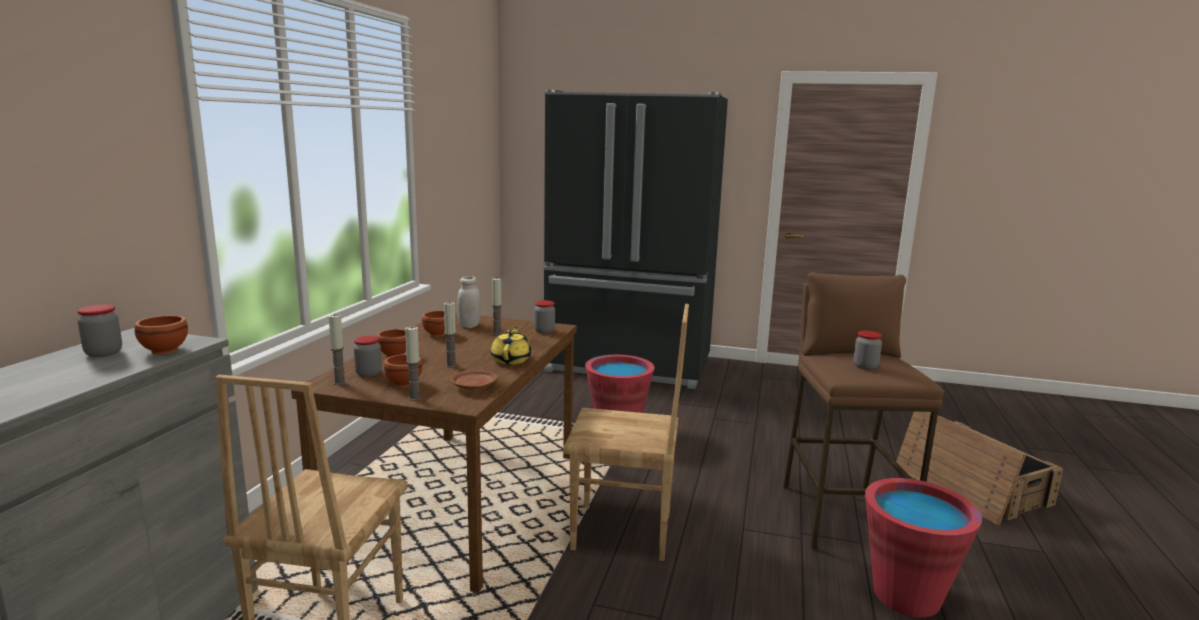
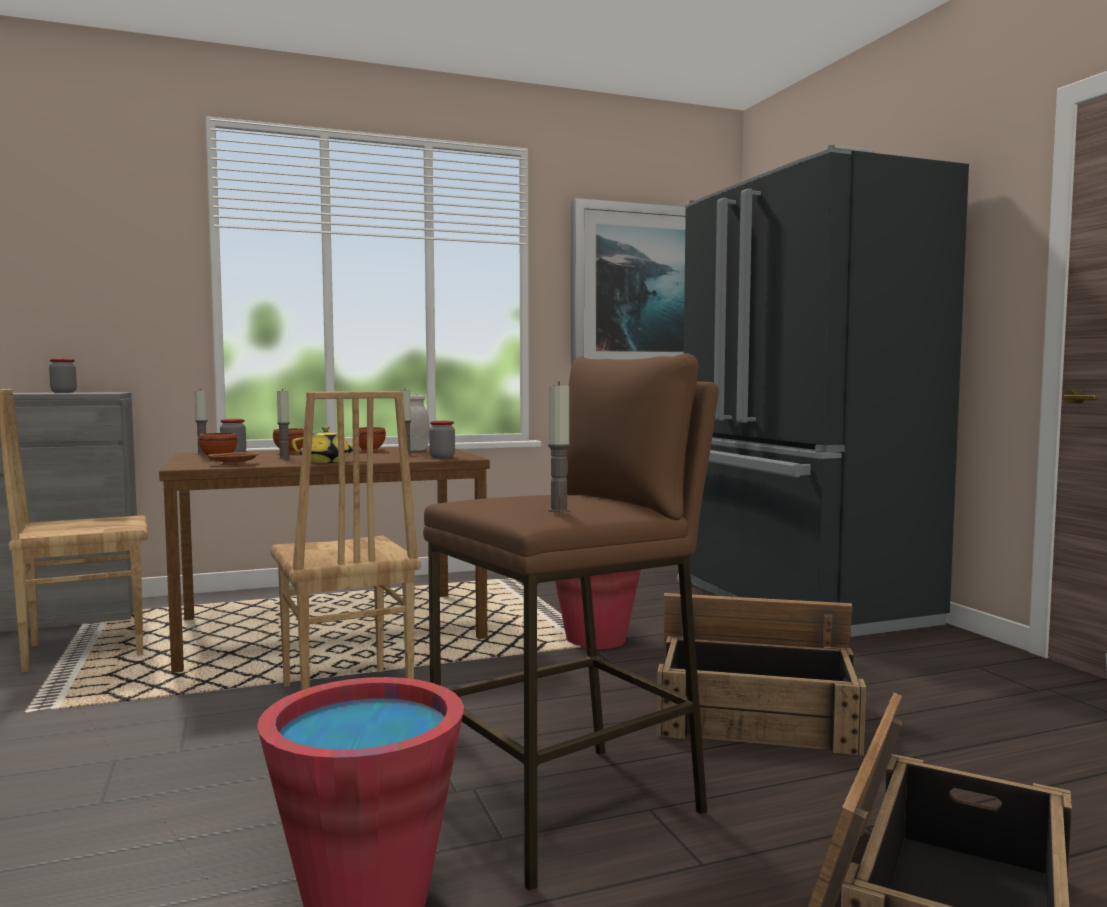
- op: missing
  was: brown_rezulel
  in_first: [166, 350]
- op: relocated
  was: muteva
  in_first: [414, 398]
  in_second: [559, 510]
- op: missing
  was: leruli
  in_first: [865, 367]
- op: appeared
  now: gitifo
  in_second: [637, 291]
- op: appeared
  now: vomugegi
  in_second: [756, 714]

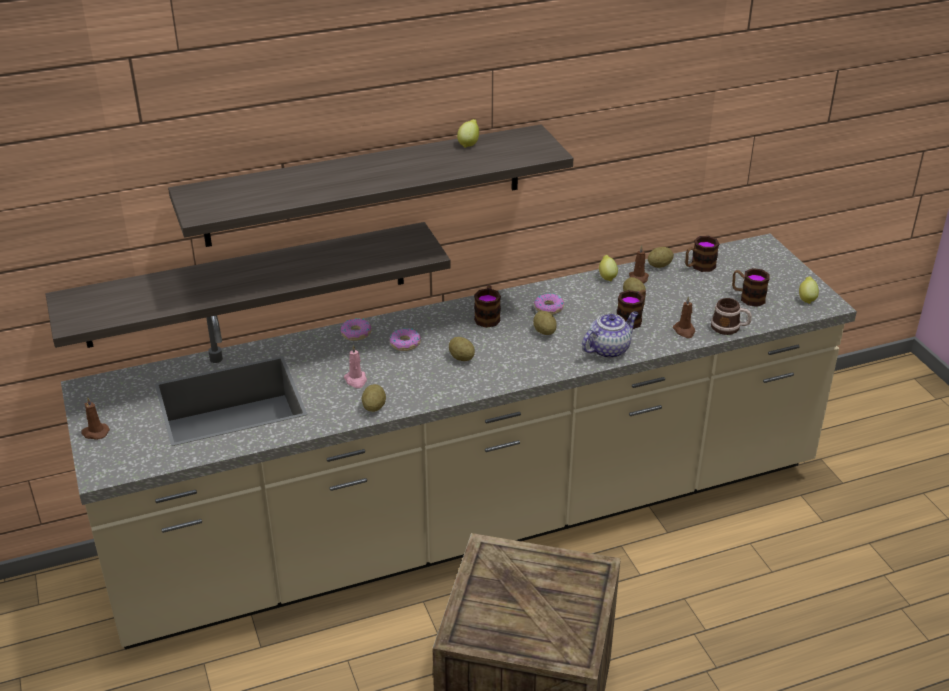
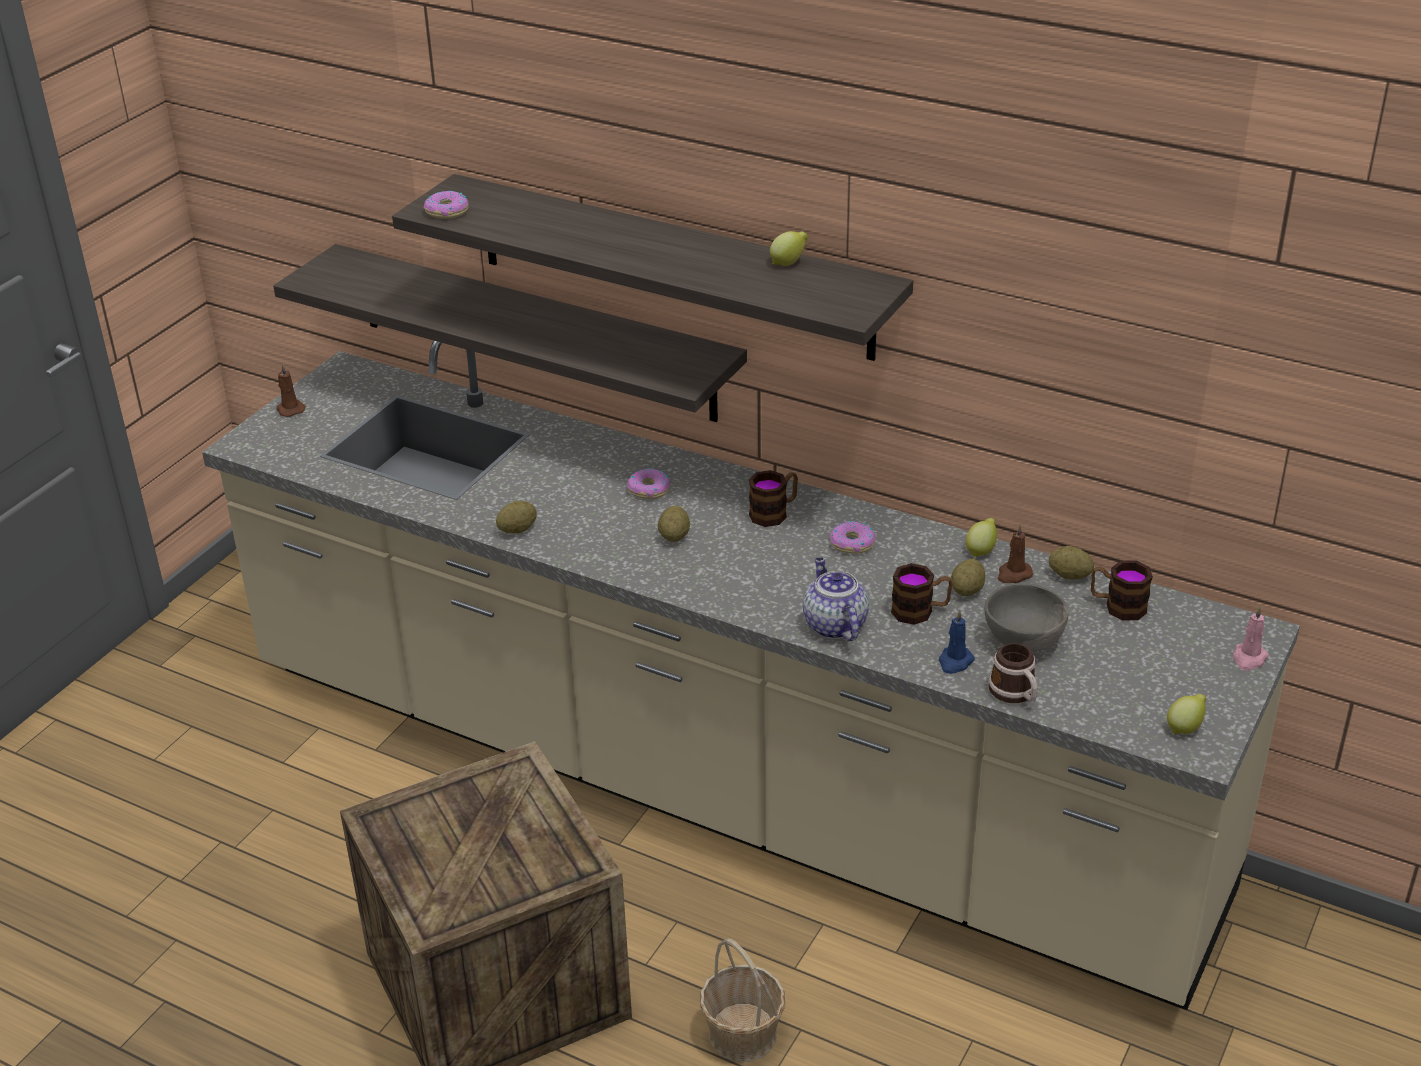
- op: missing
  was: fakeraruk
  in_first: [747, 297]
- op: colour
  was: brown_muteva
  now: blue_muteva
  in_first: [684, 331]
  in_second: [955, 662]
- op: missing
  was: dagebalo
  in_first: [544, 332]
- op: spun
  was: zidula
  in_first: [609, 349]
  in_second: [833, 624]
  clockwise: -120
- op: relocated
  was: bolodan
  in_first: [356, 333]
  in_second: [447, 211]
- op: relocated
  was: pink_muteva
  in_first: [356, 380]
  in_second: [1249, 658]
- op: appeared
  now: grey_rezulel
  in_second: [1023, 642]
- op: appeared
  now: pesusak
  in_second: [742, 1034]

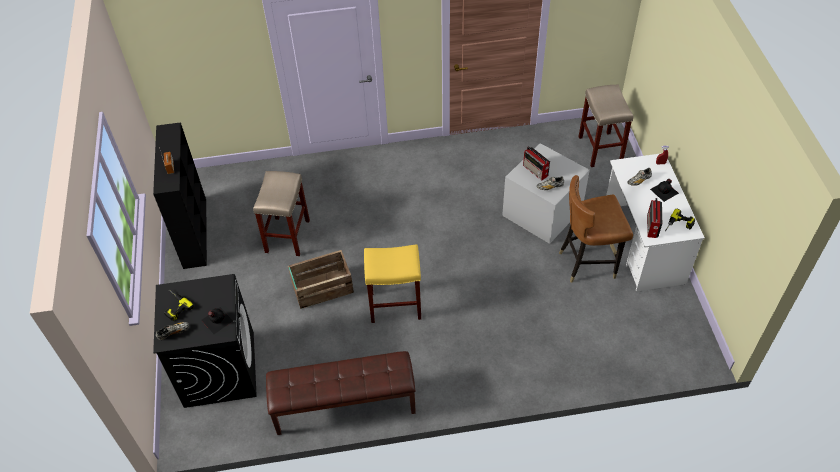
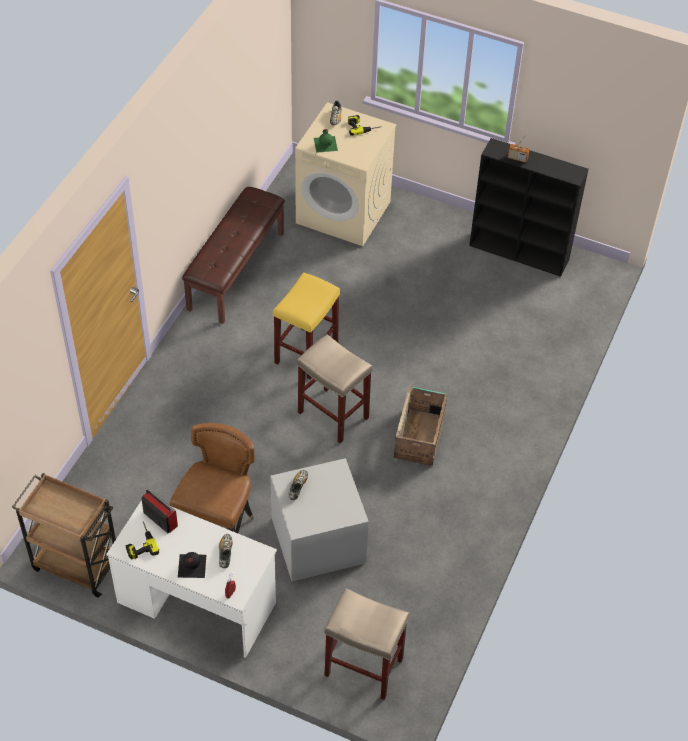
- op: missing
  was: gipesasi
  in_first: [536, 171]
- op: relocated
  was: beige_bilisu
  in_first: [287, 237]
  in_second: [332, 415]
- op: relocated
  was: vomugegi
  in_first: [321, 288]
  in_second: [420, 435]
- op: colour
  was: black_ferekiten
  now: beige_ferekiten
  in_first: [219, 368]
  in_second: [344, 212]
- op: colour
  was: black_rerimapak
  now: green_rerimapak
  in_first: [216, 320]
  in_second: [326, 144]
- op: appeared
  now: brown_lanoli
  in_second: [76, 564]

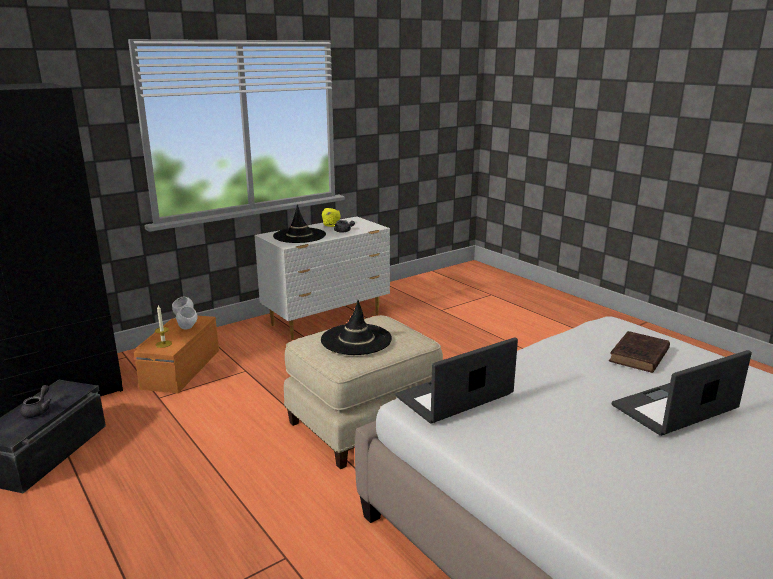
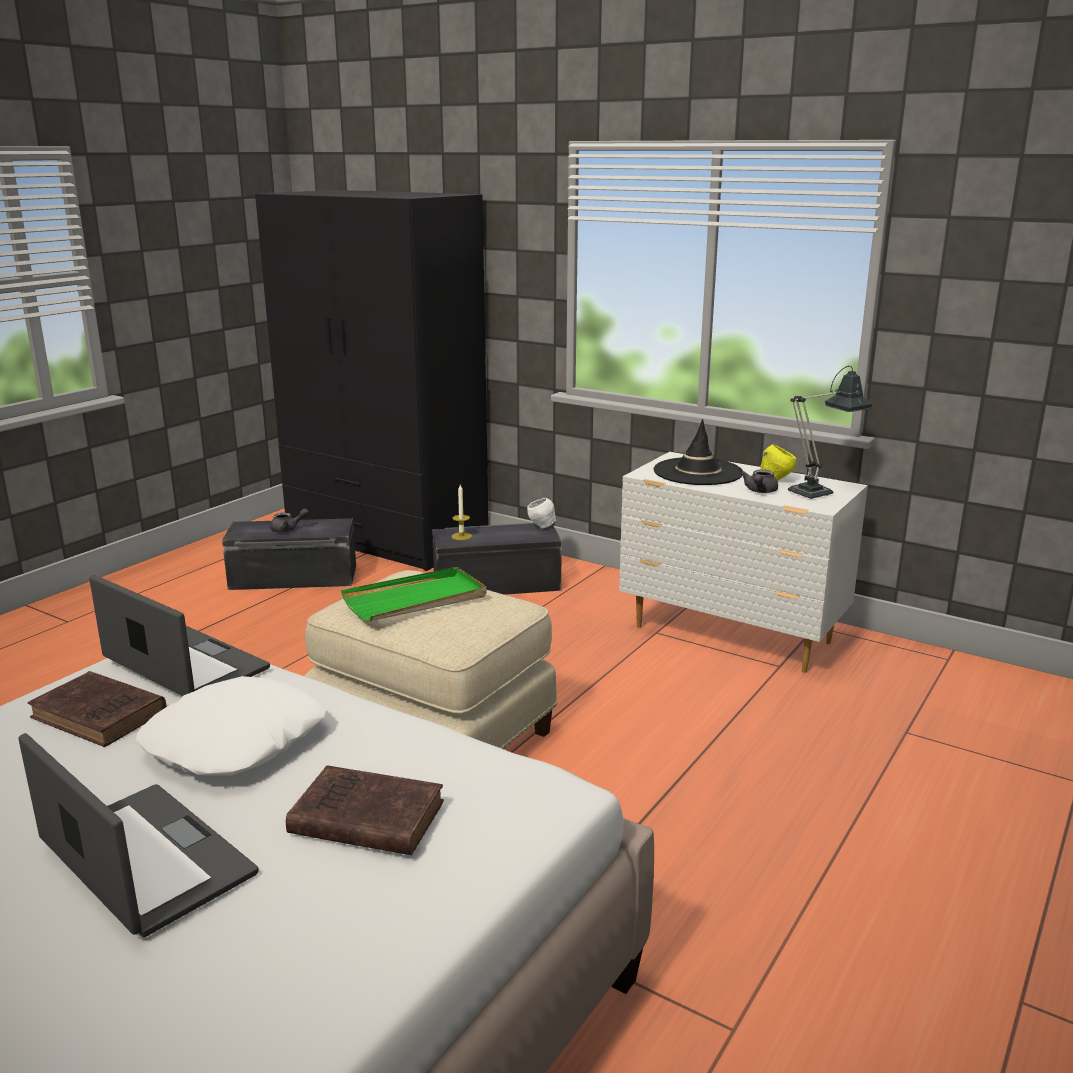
- op: exchanged
  was: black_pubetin
  now: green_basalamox
  in_first: [356, 339]
  in_second: [416, 599]
- op: missing
  was: white_rezulel
  in_first: [188, 328]
- op: colour
  was: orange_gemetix
  now: black_gemetix
  in_first: [180, 368]
  in_second: [496, 583]
- op: appeared
  now: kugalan
  in_second: [817, 492]
- op: appeared
  now: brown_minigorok
  in_second: [101, 716]
- op: appeared
  now: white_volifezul
  in_second: [234, 740]

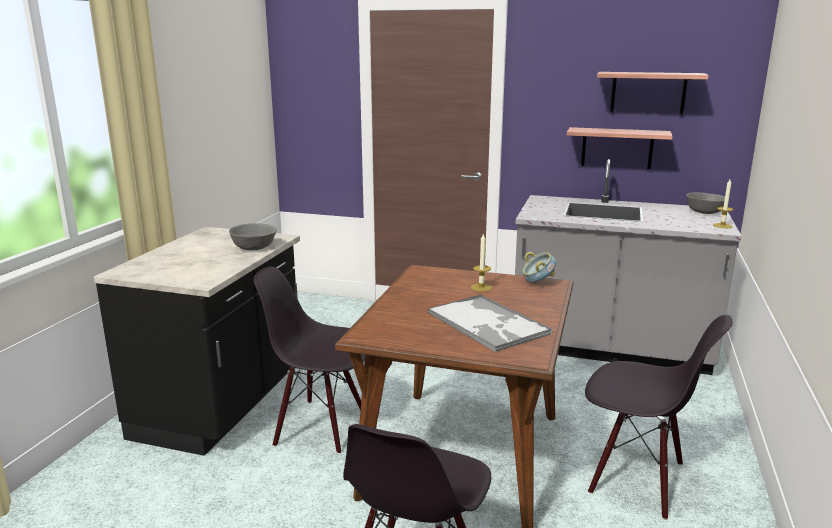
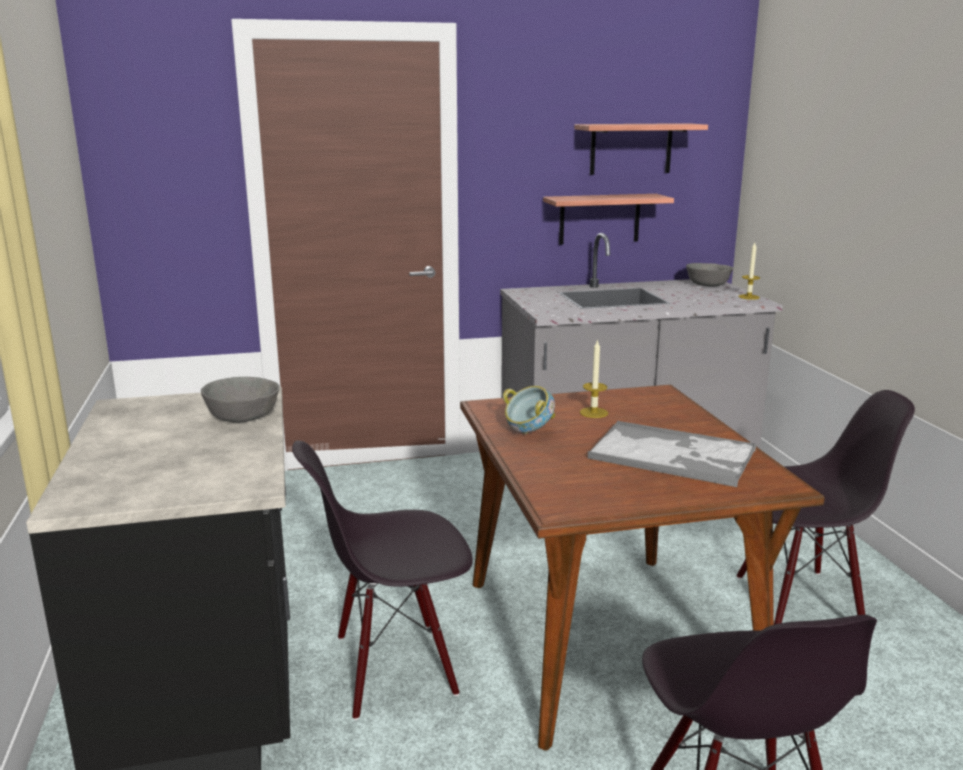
- op: relocated
  was: rezulel
  in_first: [537, 283]
  in_second: [528, 432]

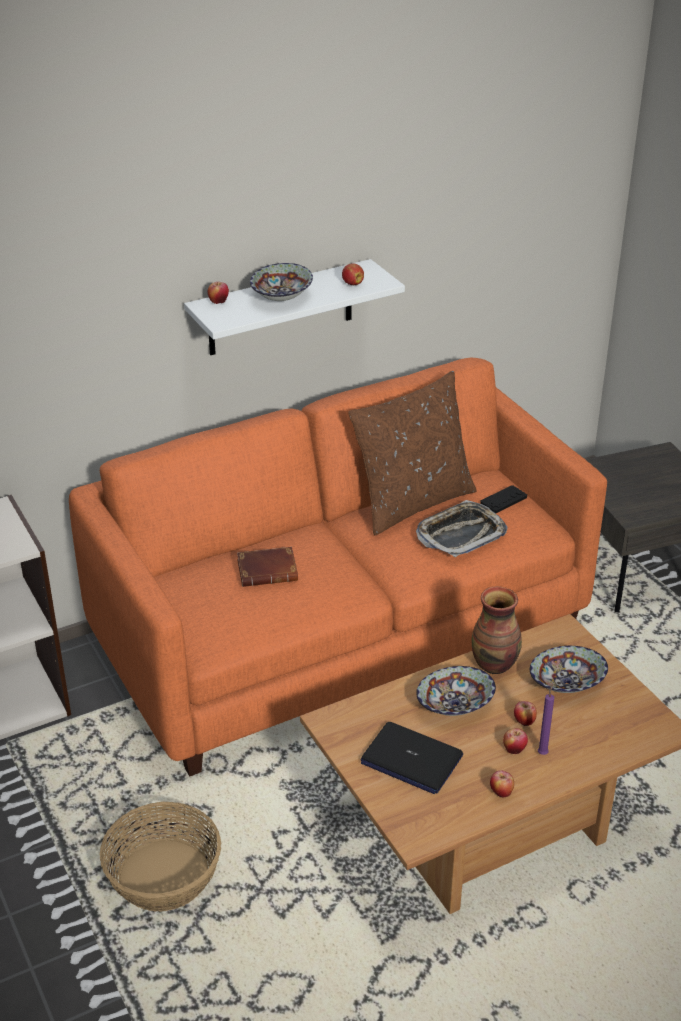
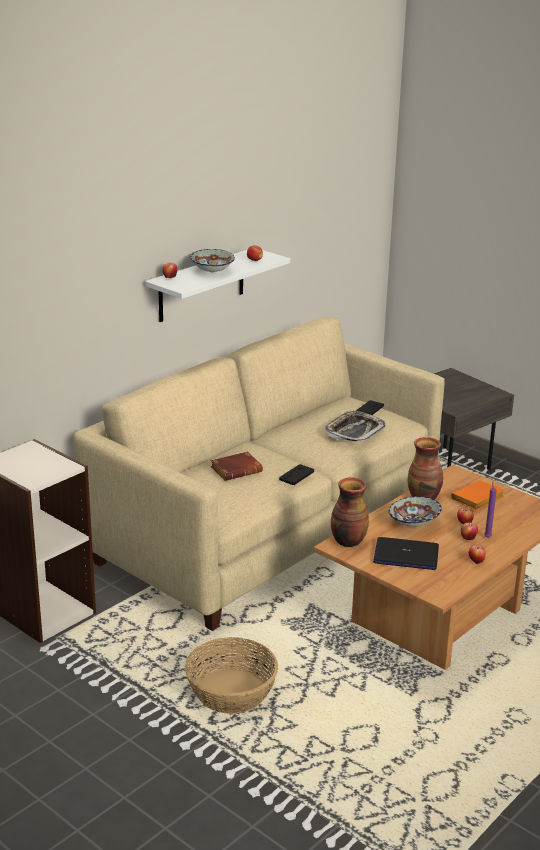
- op: colour
  was: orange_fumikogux
  now: beige_fumikogux
  in_first: [341, 635]
  in_second: [267, 530]
- op: missing
  was: brown_volifezul
  in_first: [412, 502]
- op: exchanged
  was: rezulel
  now: orange_minigorok
  in_first: [567, 685]
  in_second: [477, 500]
- op: appeared
  now: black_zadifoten
  in_second: [296, 475]
- op: appeared
  now: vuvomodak
  in_second: [347, 541]

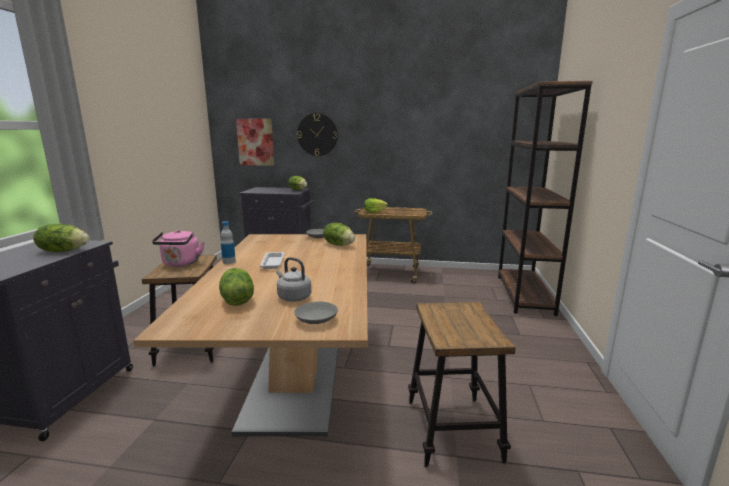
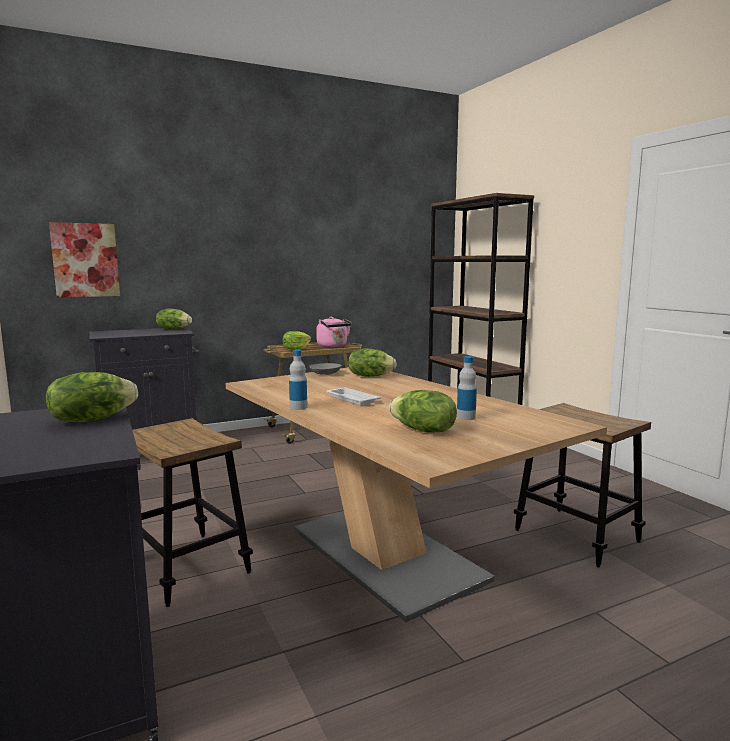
- op: missing
  was: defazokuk
  in_first: [317, 134]
- op: relocated
  was: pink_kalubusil
  in_first: [181, 264]
  in_second: [333, 346]
- op: exchanged
  was: grey_kalubusil
  now: rerimapak
  in_first: [293, 297]
  in_second: [466, 417]
- op: missing
  was: grey_rezulel
  in_first: [315, 320]

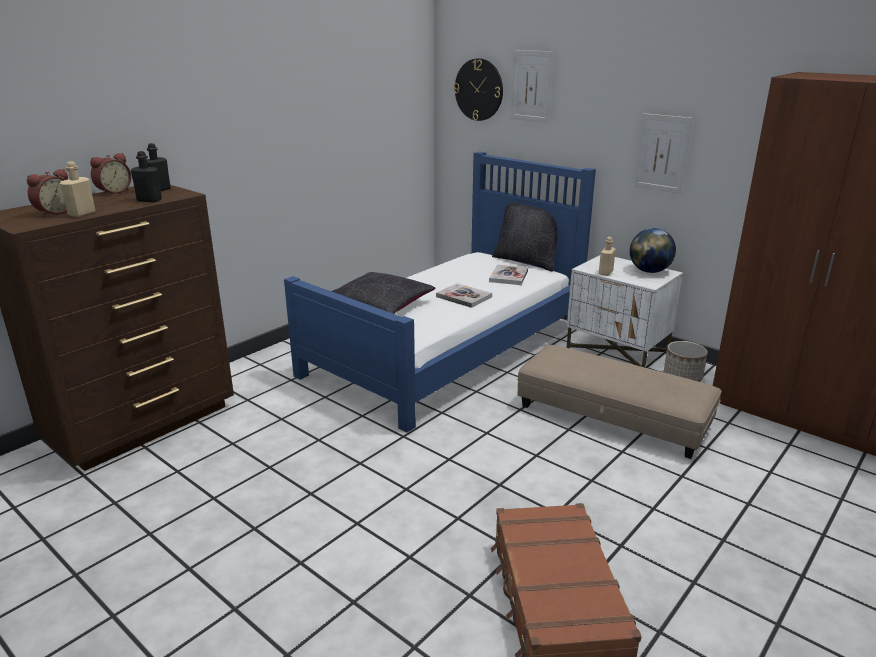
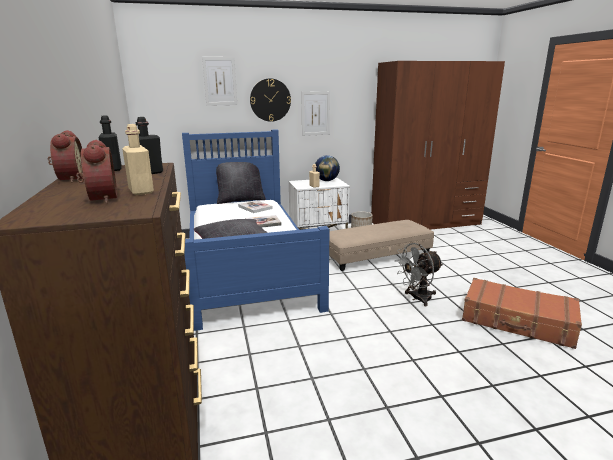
- op: relocated
  was: defazokuk
  in_first: [479, 89]
  in_second: [270, 100]
- op: appeared
  now: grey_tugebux
  in_second: [417, 298]

